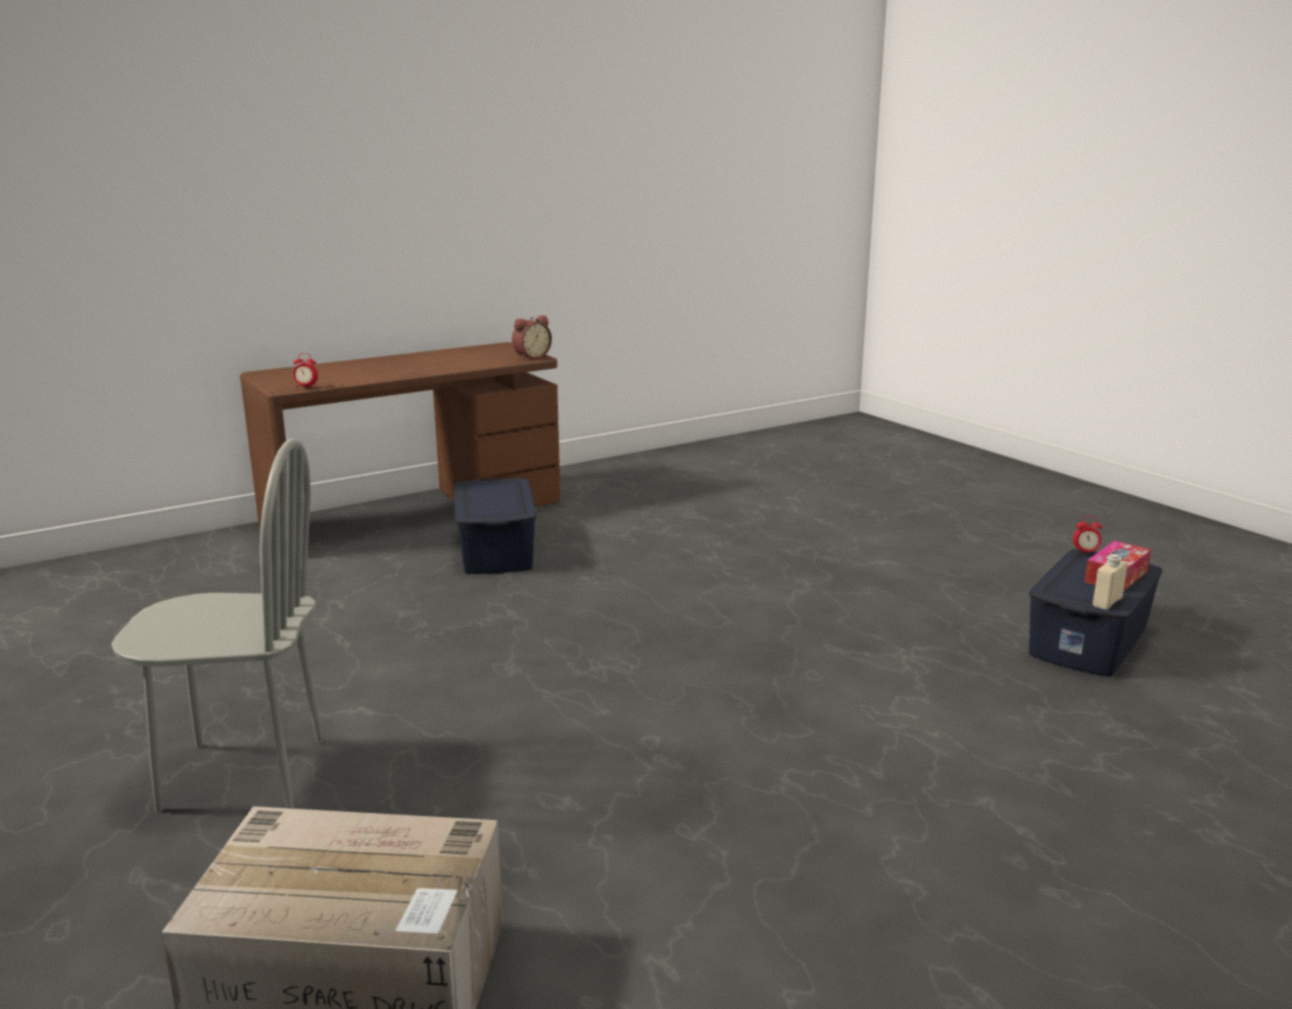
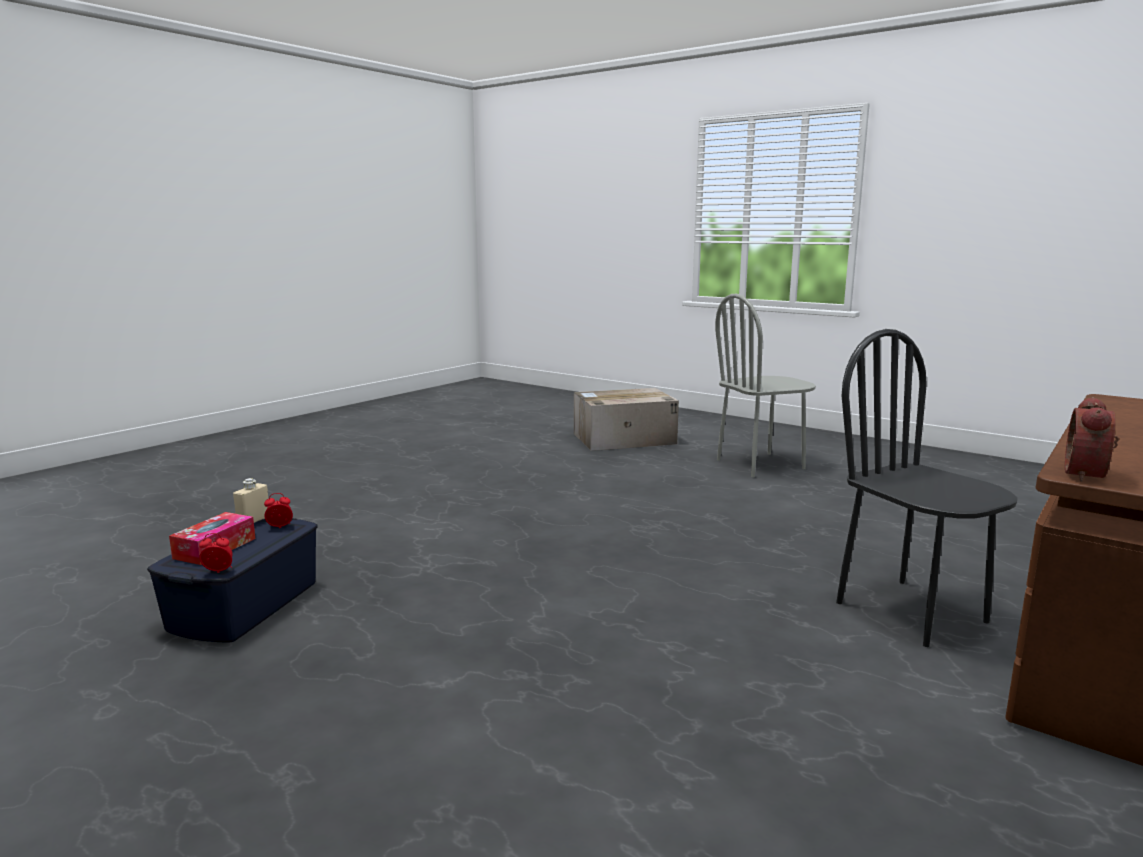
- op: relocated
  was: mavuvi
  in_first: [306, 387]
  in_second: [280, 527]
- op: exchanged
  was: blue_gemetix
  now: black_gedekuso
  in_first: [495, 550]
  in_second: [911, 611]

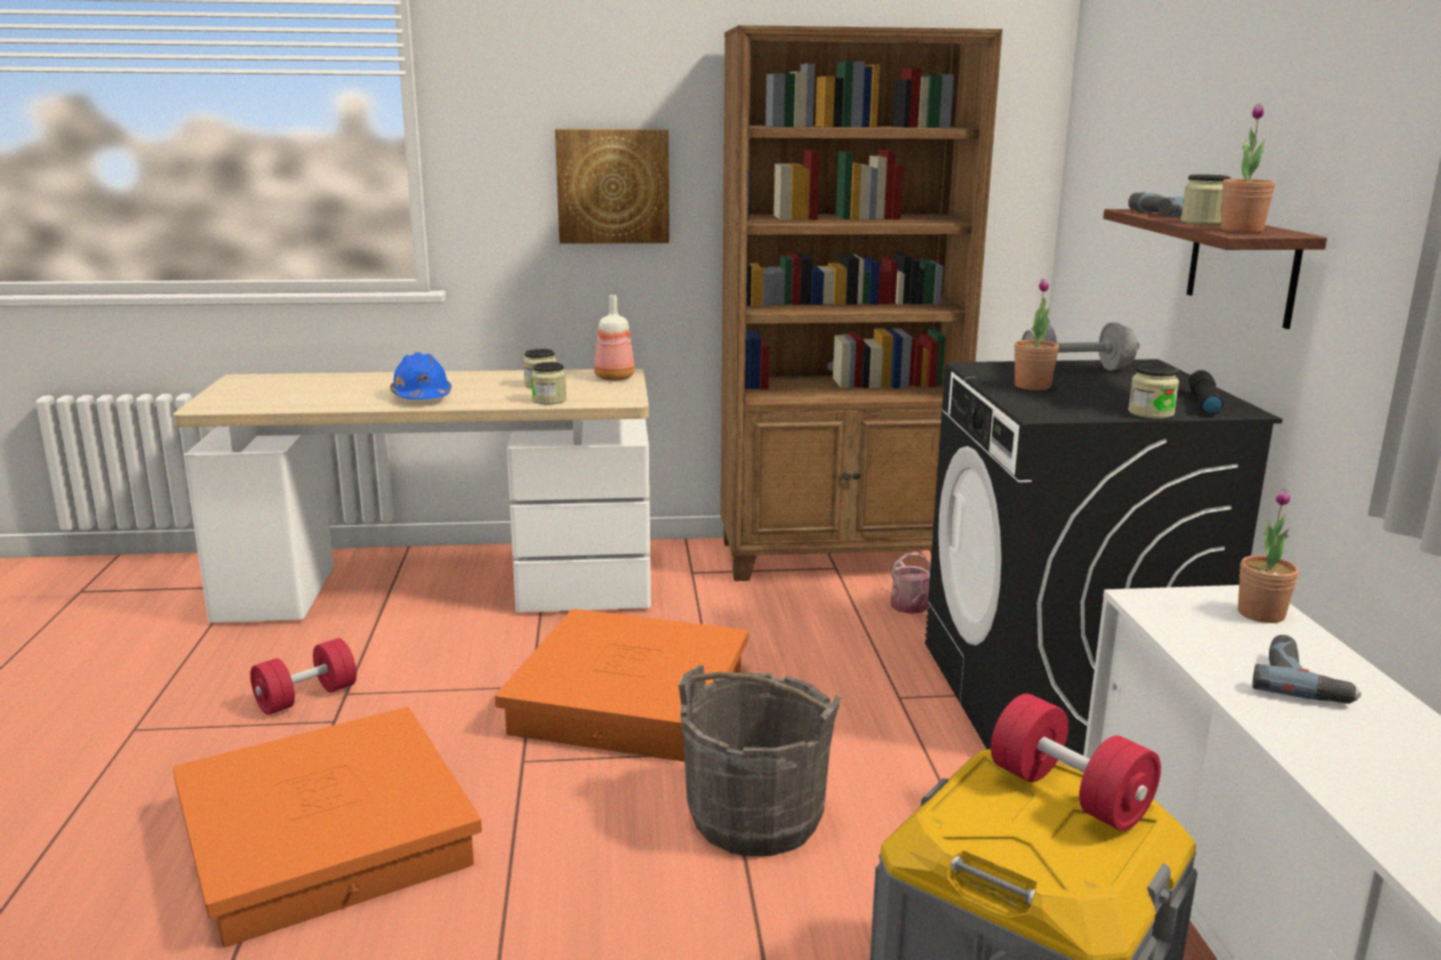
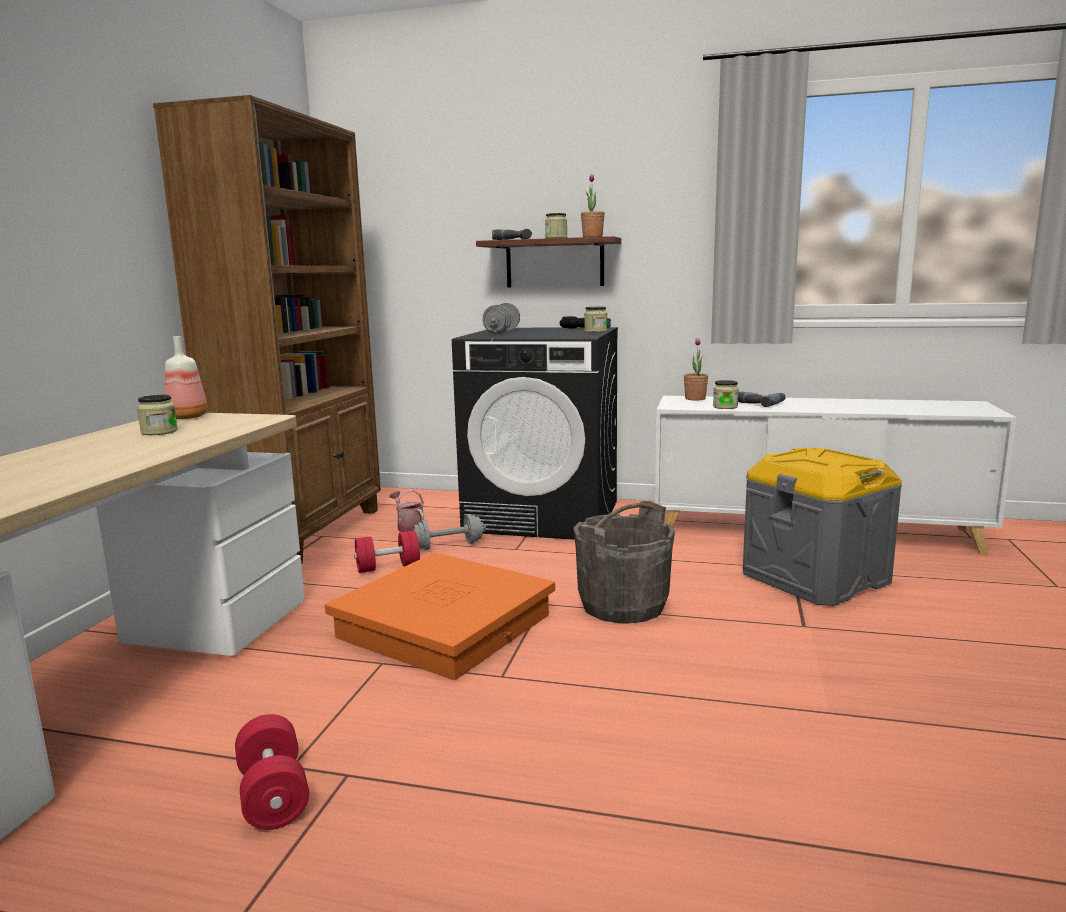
- op: missing
  was: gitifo
  in_first: [613, 186]
- op: missing
  was: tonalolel
  in_first: [1032, 386]
- op: missing
  was: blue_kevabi
  in_first: [422, 397]
- op: relocated
  was: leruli
  in_first: [549, 400]
  in_second: [725, 407]
- op: spun
  was: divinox
  in_first: [911, 608]
  in_second: [409, 527]
  clockwise: -135
- op: relocated
  was: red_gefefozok
  in_first: [1069, 794]
  in_second: [388, 567]
- op: missing
  was: orange_gemetix
  in_first: [328, 837]
- op: appeared
  now: grey_gefefozok
  in_second: [448, 545]

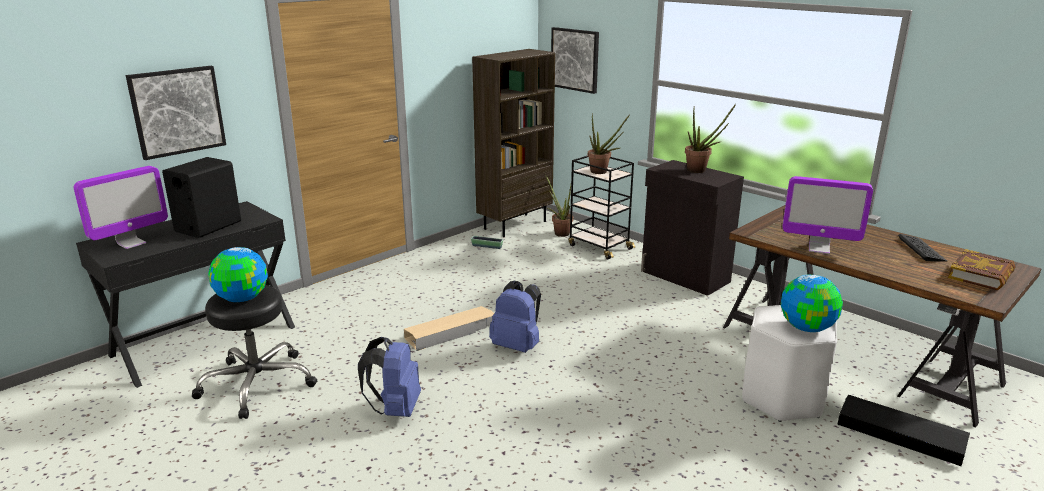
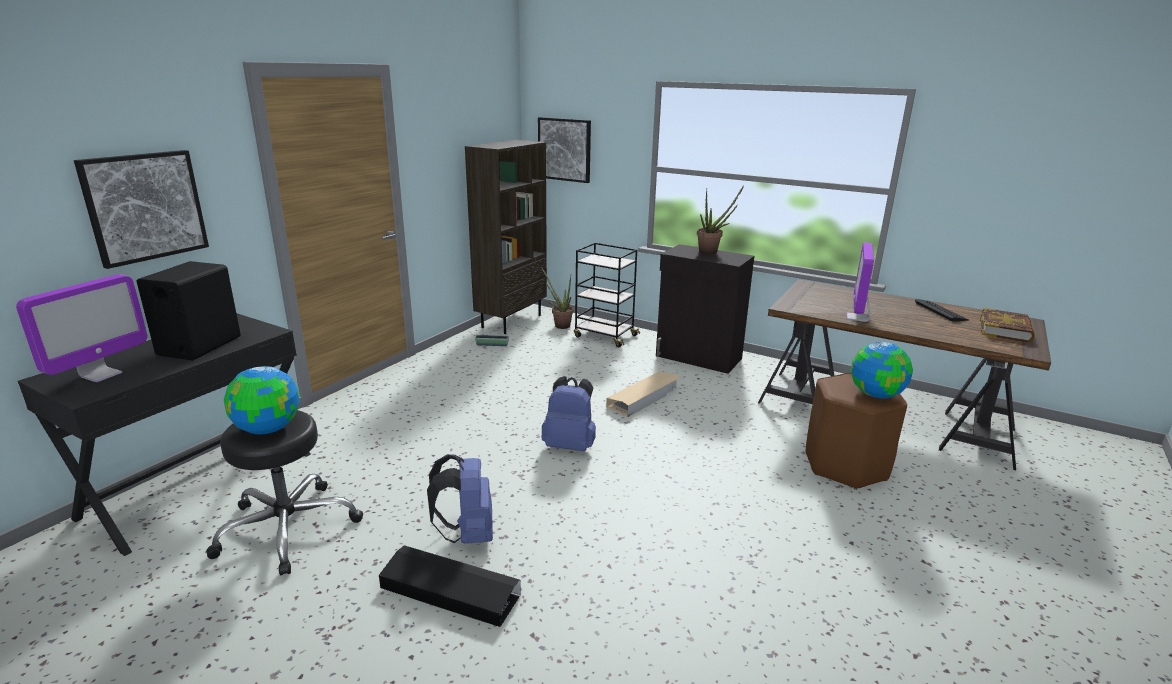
- op: missing
  was: tonalolel
  in_first: [602, 172]
- op: spun
  was: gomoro
  in_first: [819, 249]
  in_second: [857, 318]
  clockwise: 105
- op: colour
  was: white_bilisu
  now: brown_bilisu
  in_first: [781, 398]
  in_second: [845, 466]
- op: relocated
  was: beige_gemetix
  in_first: [451, 332]
  in_second: [644, 397]
- op: relocated
  was: black_gemetix
  in_first: [899, 435]
  in_second: [450, 591]

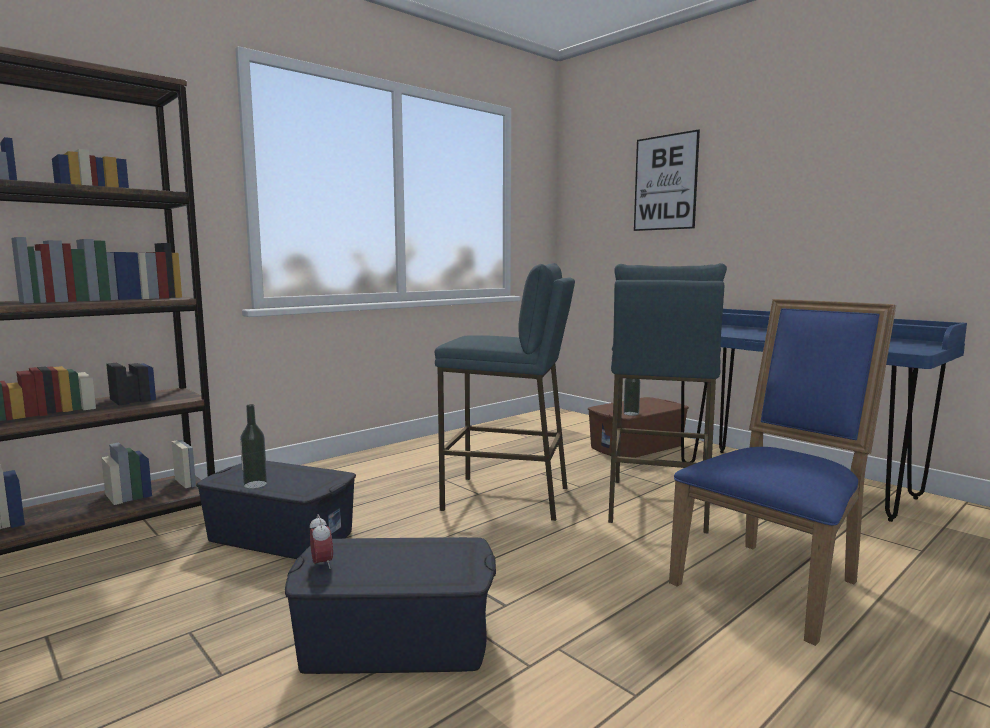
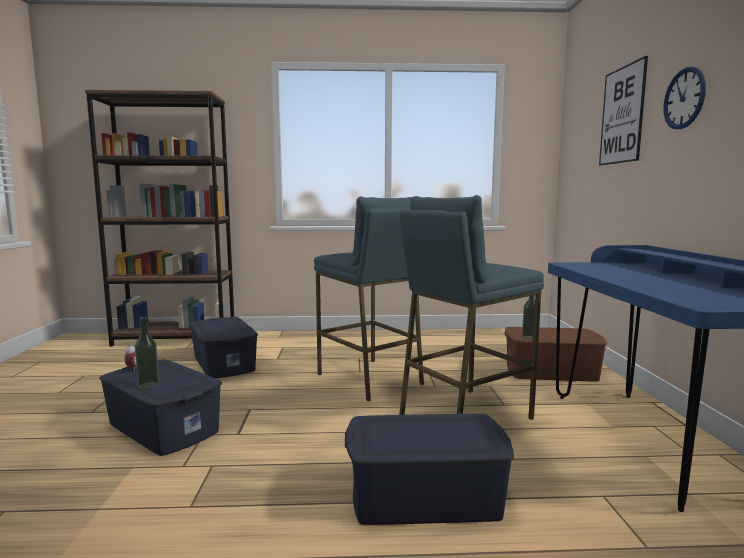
- op: exchanged
  was: blue_gedekuso
  now: blue_gemetix
  in_first: [775, 581]
  in_second: [425, 498]
- op: relocated
  was: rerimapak
  in_first: [255, 484]
  in_second: [148, 385]
- op: appeared
  now: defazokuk
  in_second: [684, 98]

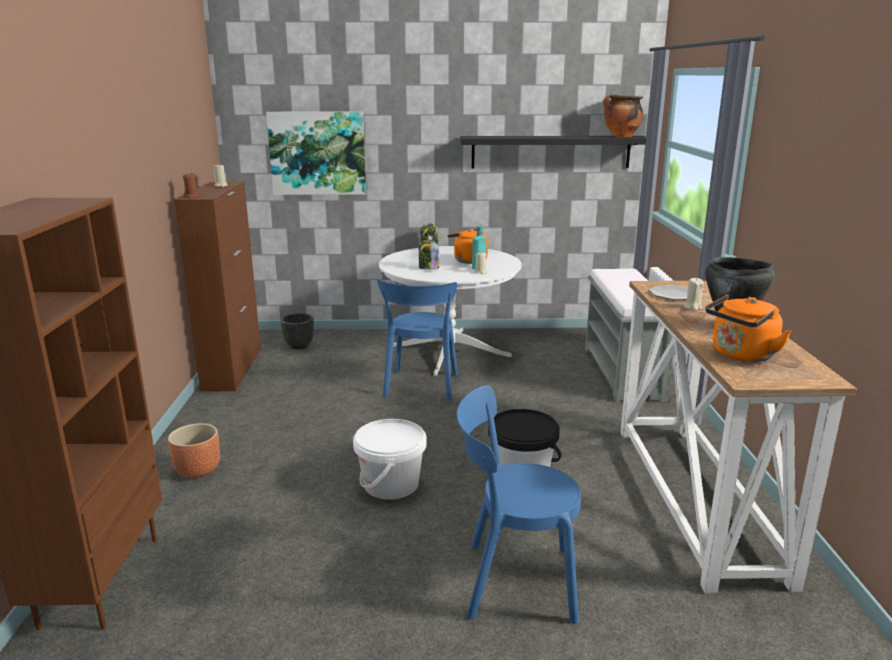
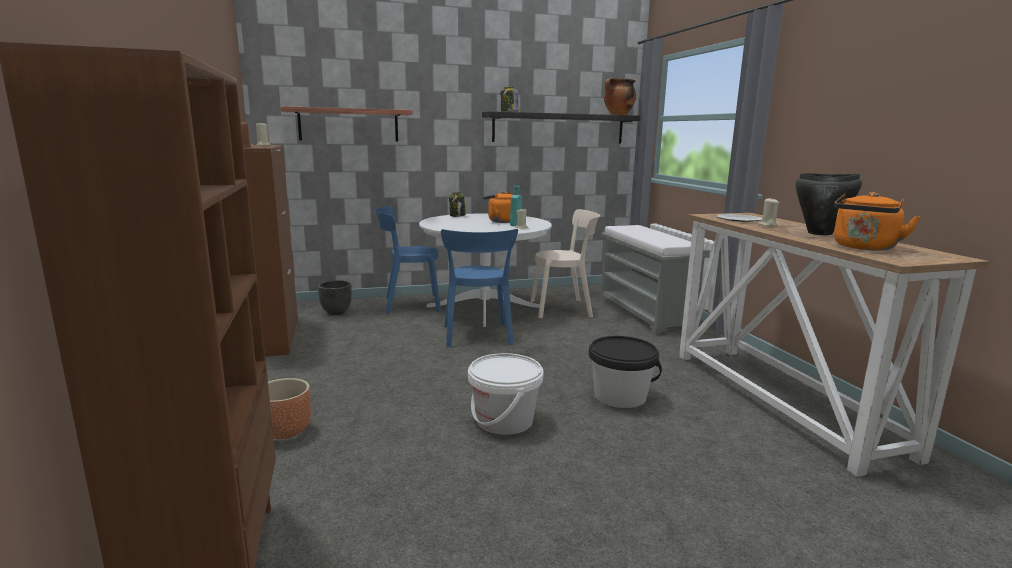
- op: exchanged
  was: gitifo
  now: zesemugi
  in_first: [317, 153]
  in_second: [349, 125]
- op: relocated
  was: leruli
  in_first: [428, 268]
  in_second: [509, 112]
- op: relocated
  was: blue_gedekuso
  in_first: [512, 581]
  in_second: [408, 304]
- op: appeared
  now: beige_gedekuso
  in_second: [564, 309]

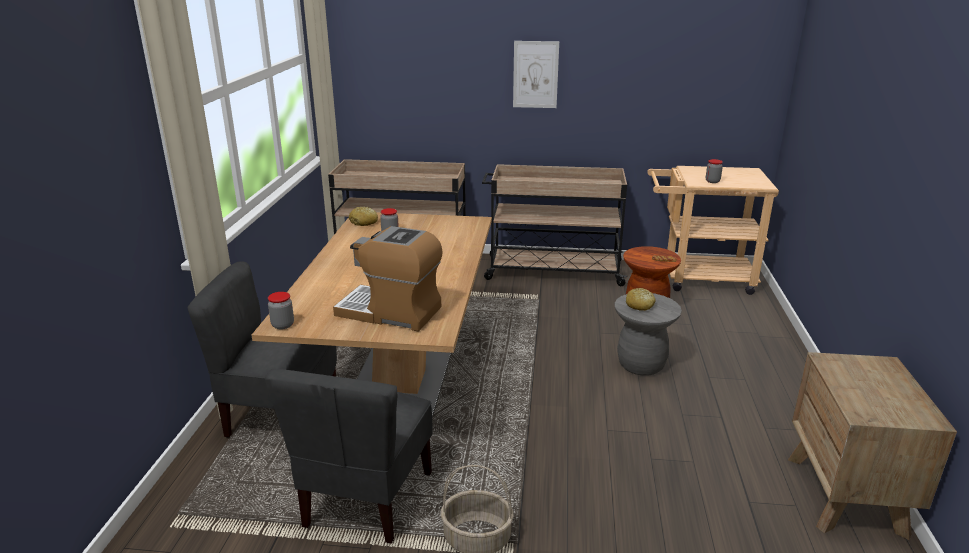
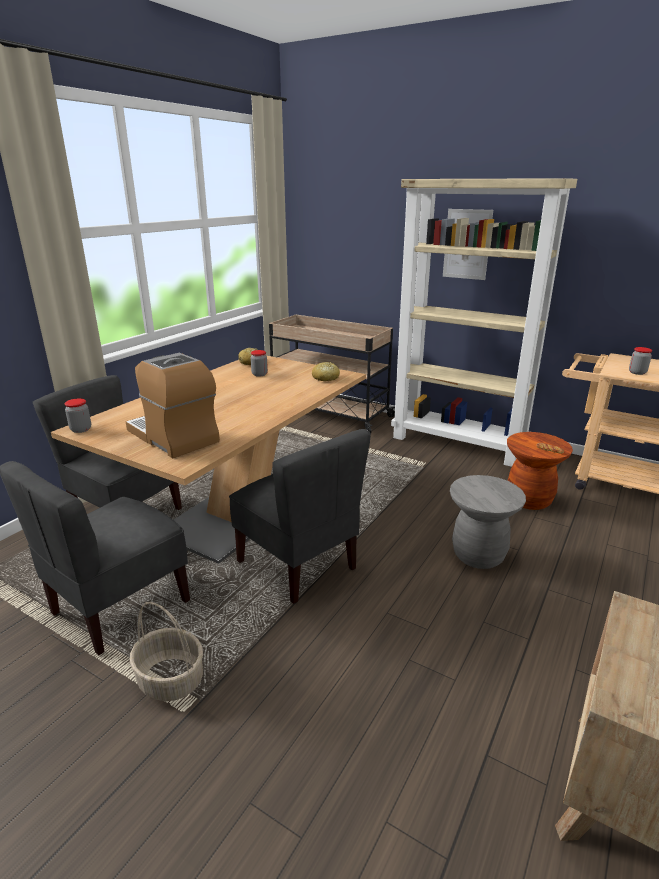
- op: exchanged
  was: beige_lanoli
  now: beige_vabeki
  in_first: [552, 271]
  in_second: [459, 444]
- op: relocated
  was: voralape
  in_first: [639, 305]
  in_second: [325, 378]
- op: appeared
  now: grey_gedekuso
  in_second: [298, 564]

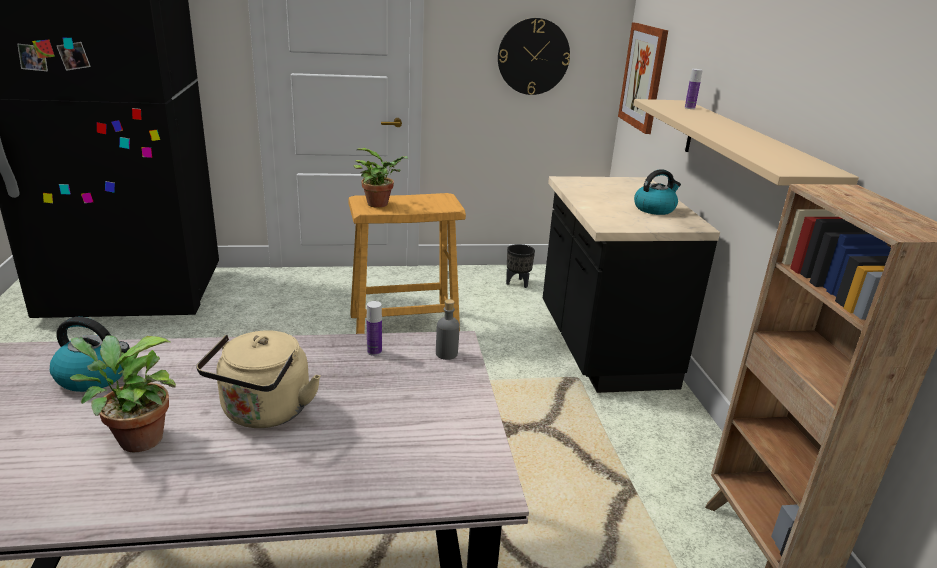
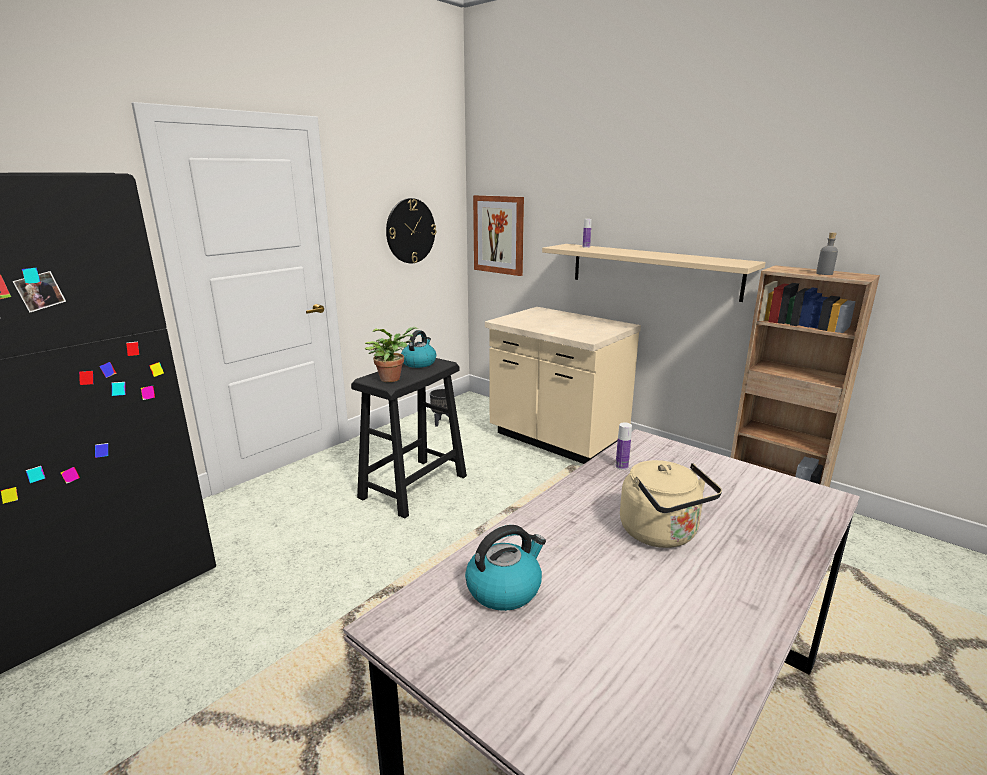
- op: relocated
  was: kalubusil
  in_first: [654, 209]
  in_second: [419, 363]
- op: colour
  was: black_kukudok
  now: beige_kukudok
  in_first: [602, 348]
  in_second: [556, 441]
- op: colour
  was: beige_bilisu
  now: black_bilisu
  in_first: [403, 326]
  in_second: [413, 487]
- op: relocated
  was: grey_rerimapak
  in_first: [446, 354]
  in_second: [824, 273]
- op: missing
  was: tonalolel
  in_first: [135, 439]

